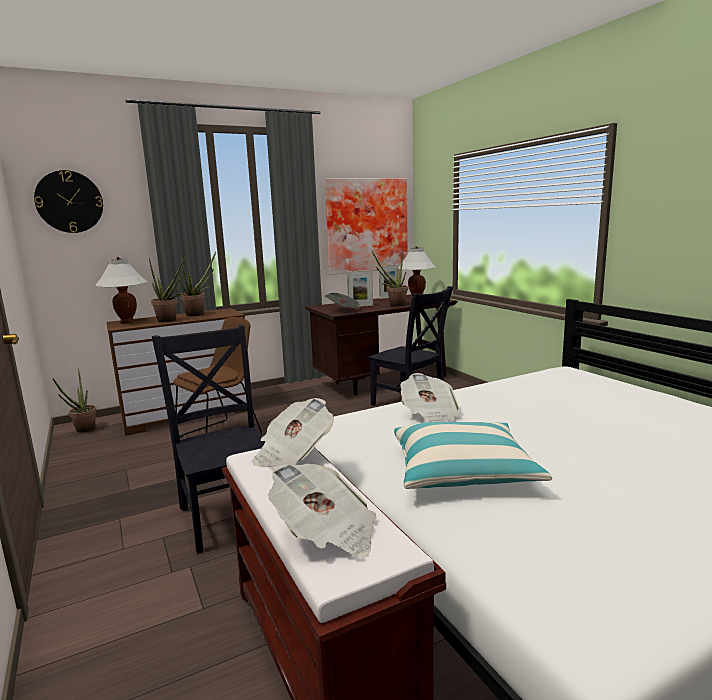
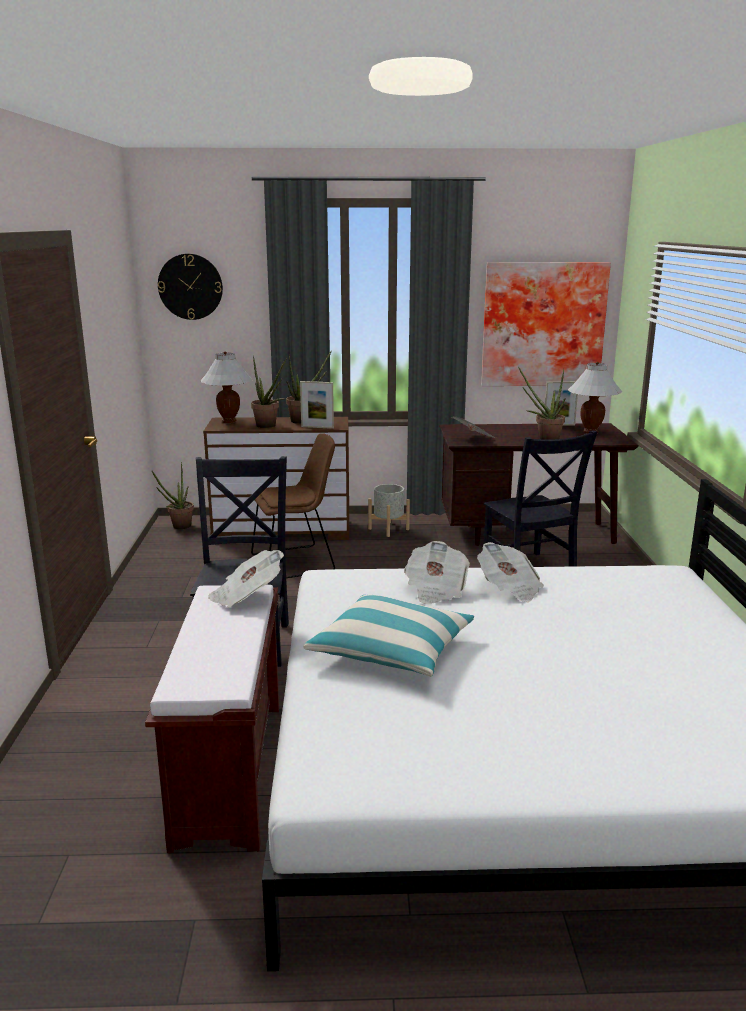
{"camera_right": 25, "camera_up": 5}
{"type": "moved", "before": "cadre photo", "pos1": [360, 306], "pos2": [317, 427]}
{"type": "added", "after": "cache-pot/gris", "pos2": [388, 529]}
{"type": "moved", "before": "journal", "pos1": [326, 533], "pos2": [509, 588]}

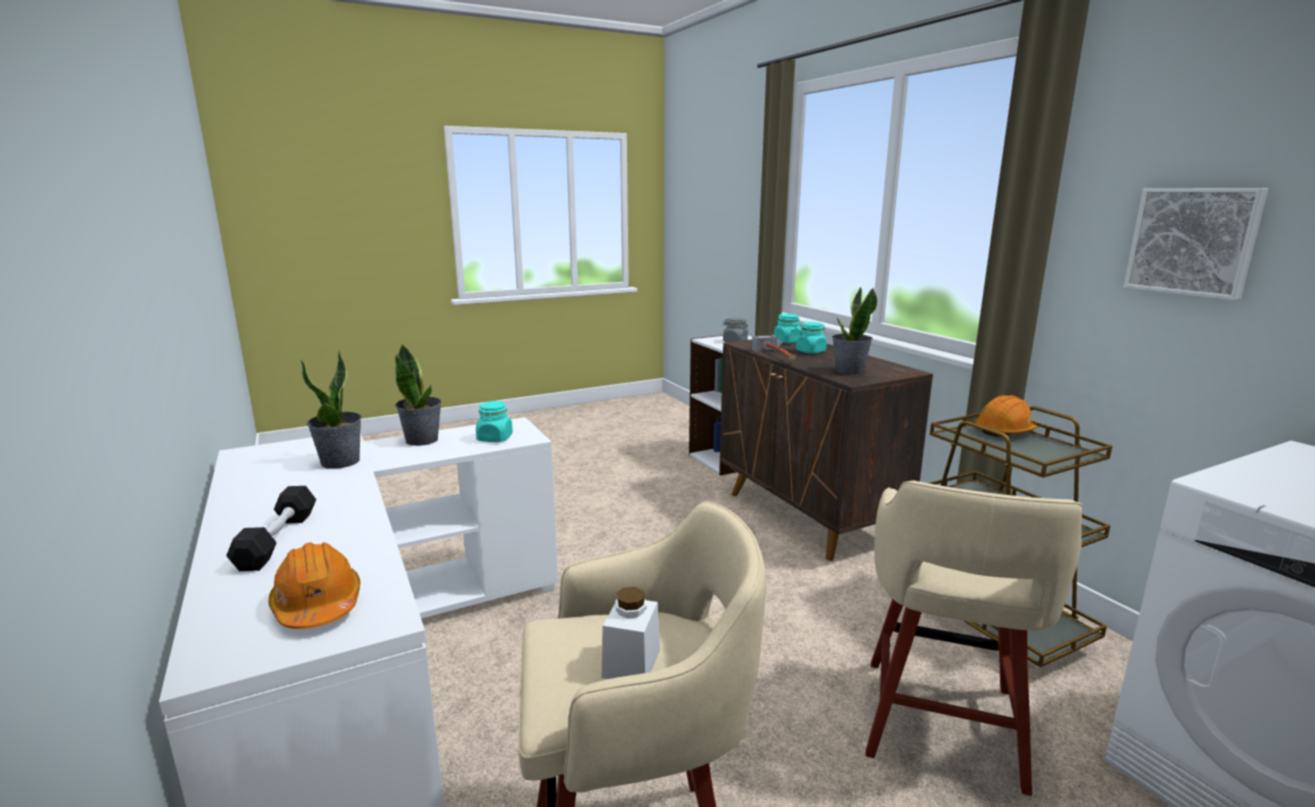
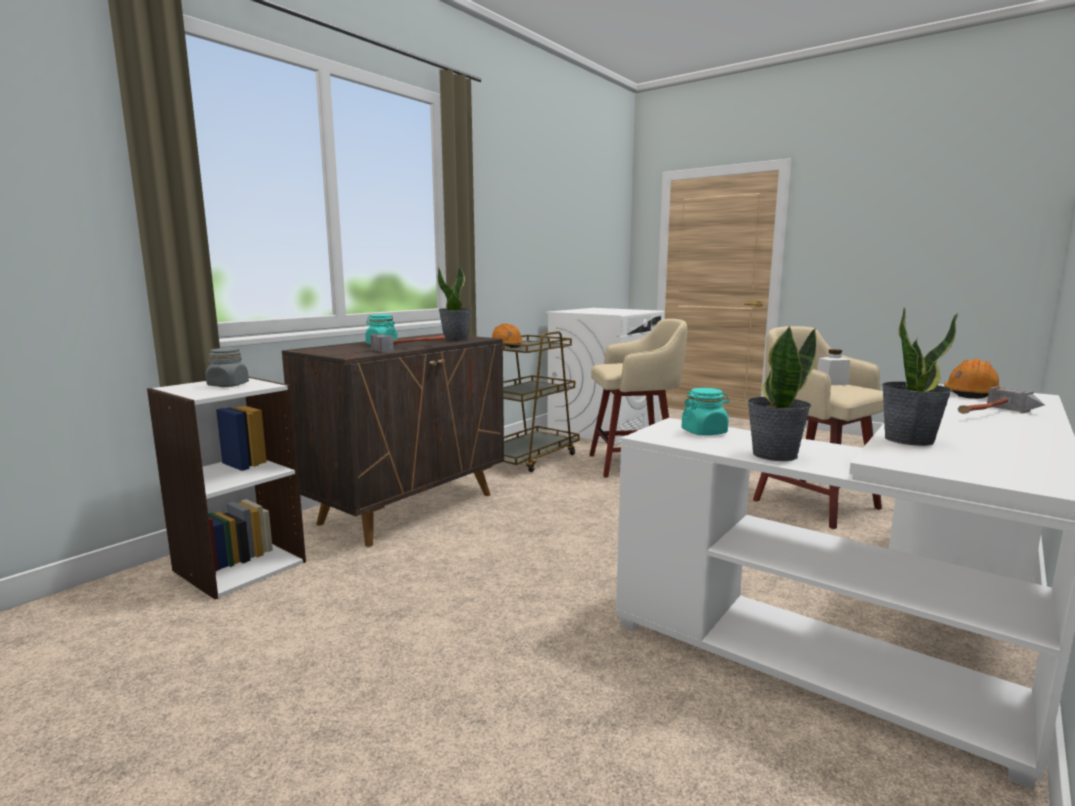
{"camera_right": -115, "camera_up": -5}
{"type": "replaced", "before": "haltère/noir", "after": "marteau", "pos1": [278, 540], "pos2": [995, 415]}
{"type": "removed", "before": "bocal/turquoise", "pos1": [787, 341]}
{"type": "removed", "before": "tableau", "pos1": [1193, 241]}

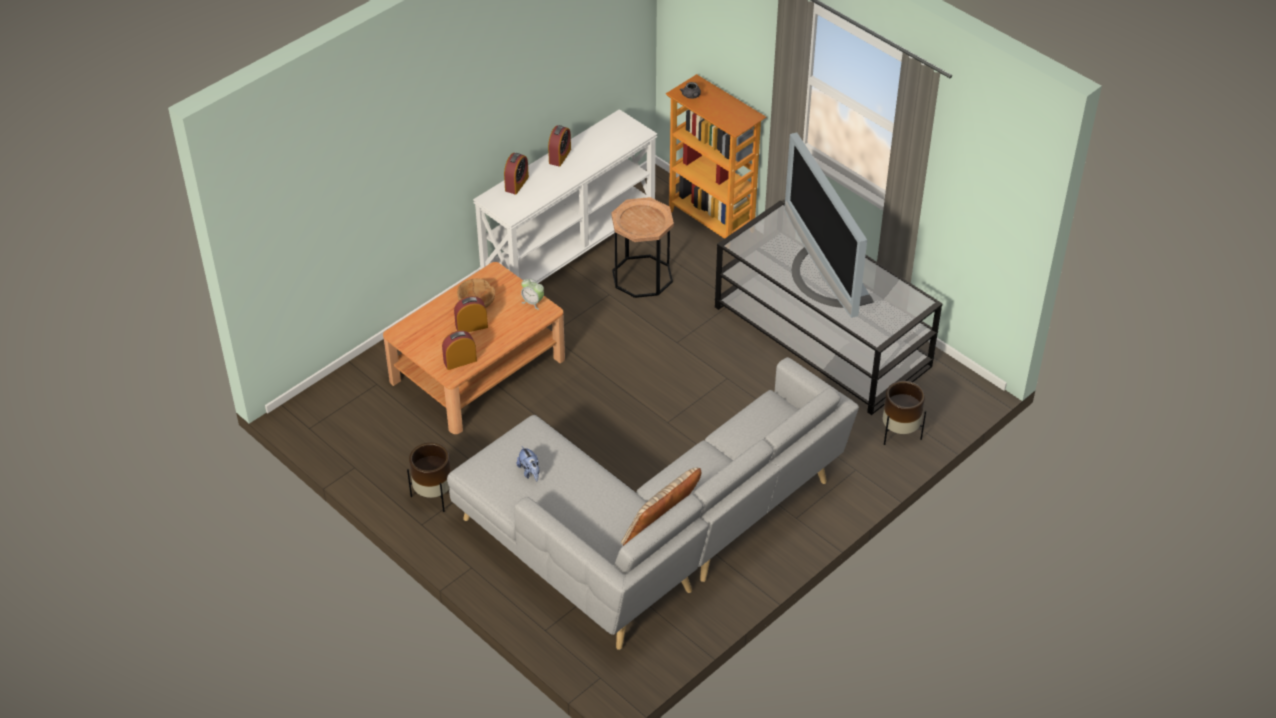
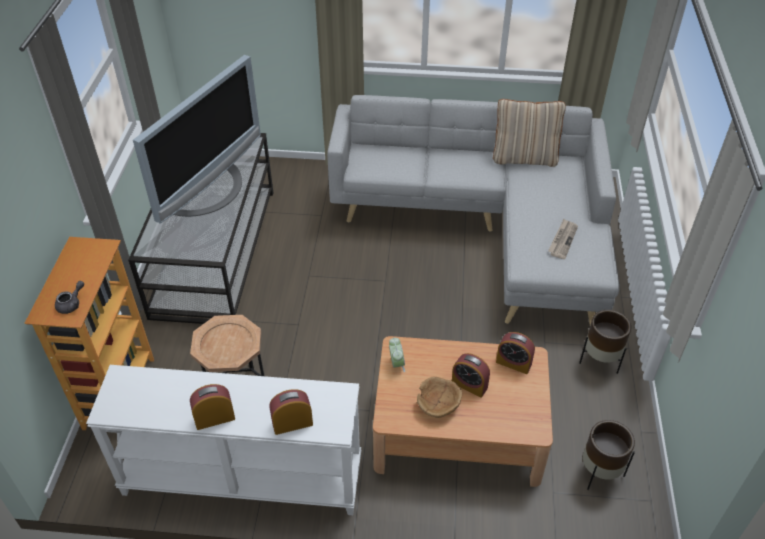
{"camera_right": -130, "camera_up": 0}
{"type": "replaced", "before": "peluche", "after": "journal", "pos1": [530, 472], "pos2": [562, 240]}
{"type": "moved", "before": "cache-pot/marron", "pos1": [899, 433], "pos2": [599, 472]}

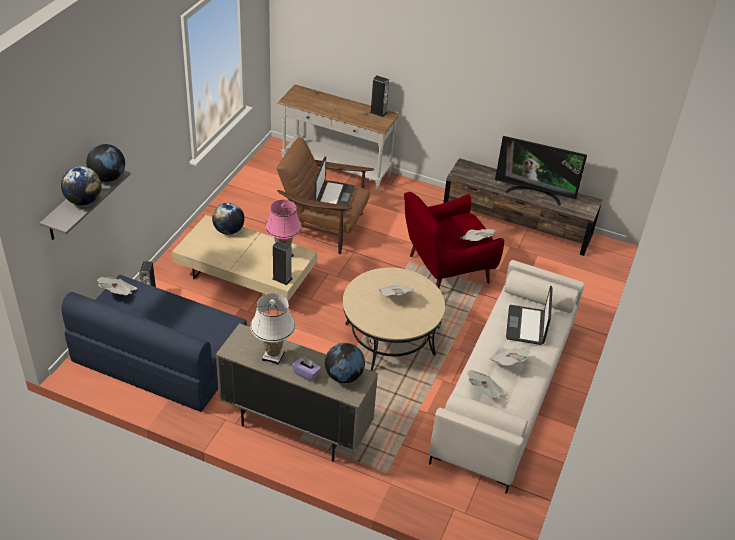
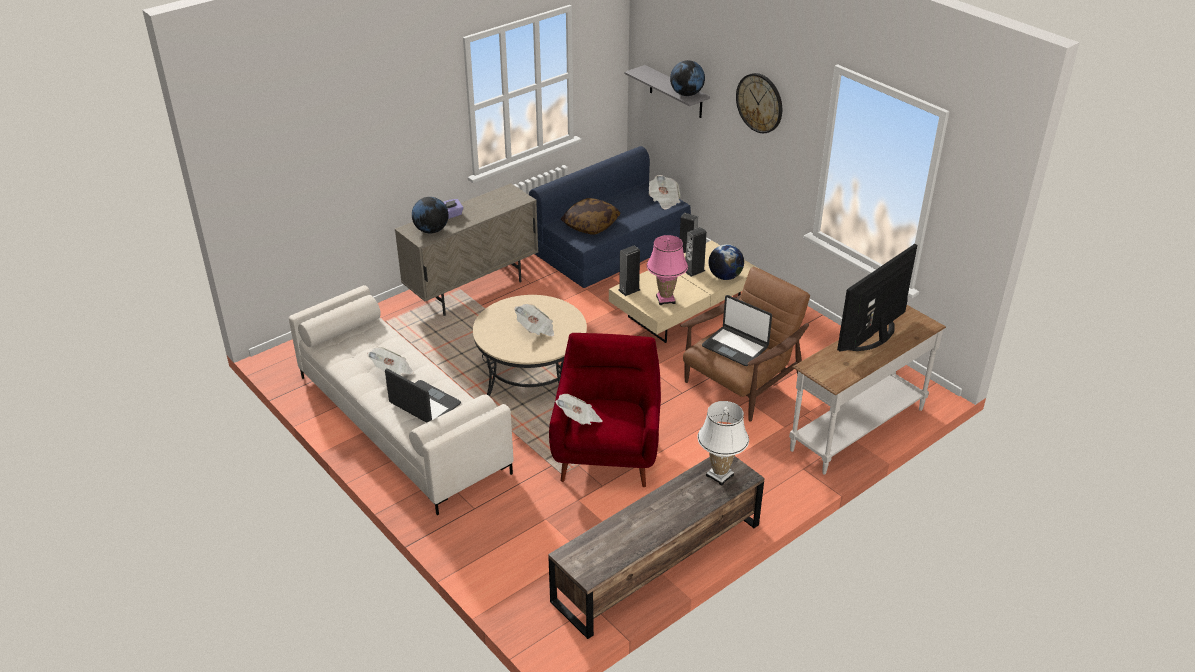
{"camera_right": 120, "camera_up": -5}
{"type": "added", "after": "coussin", "pos2": [590, 224]}
{"type": "moved", "before": "enceinte", "pos1": [378, 112], "pos2": [694, 271]}
{"type": "moved", "before": "lampe de table/blanc", "pos1": [273, 356], "pos2": [720, 475]}
{"type": "added", "after": "horloge murale", "pos2": [759, 103]}
{"type": "moved", "before": "téléviseur", "pos1": [534, 193], "pos2": [875, 337]}
{"type": "removed", "before": "globe", "pos1": [84, 201]}
{"type": "removed", "before": "journal", "pos1": [484, 391]}

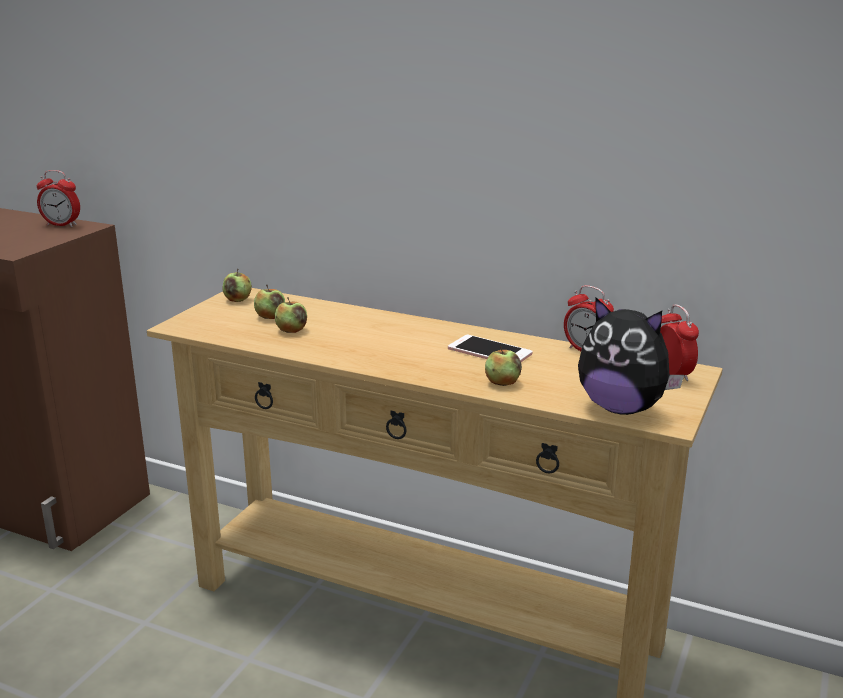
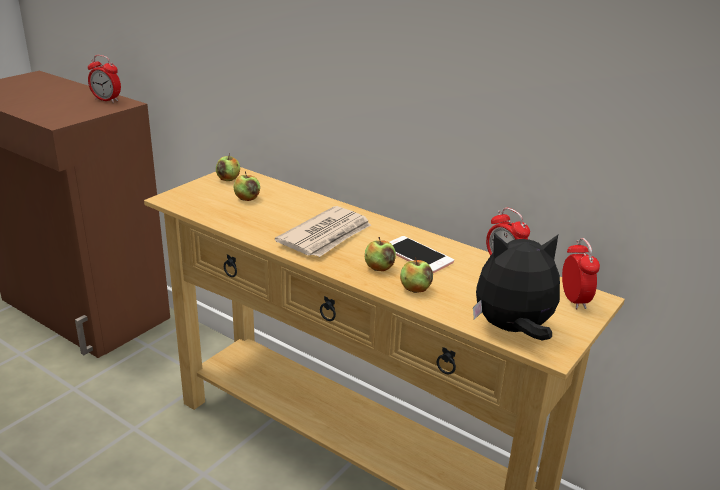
{"camera_right": 10, "camera_up": 5}
{"type": "added", "after": "journal", "pos2": [327, 236]}
{"type": "moved", "before": "pomme", "pos1": [291, 330], "pos2": [379, 267]}
{"type": "turned", "before": "peluche", "pos1": [622, 408], "pos2": [513, 330], "turn": 135}

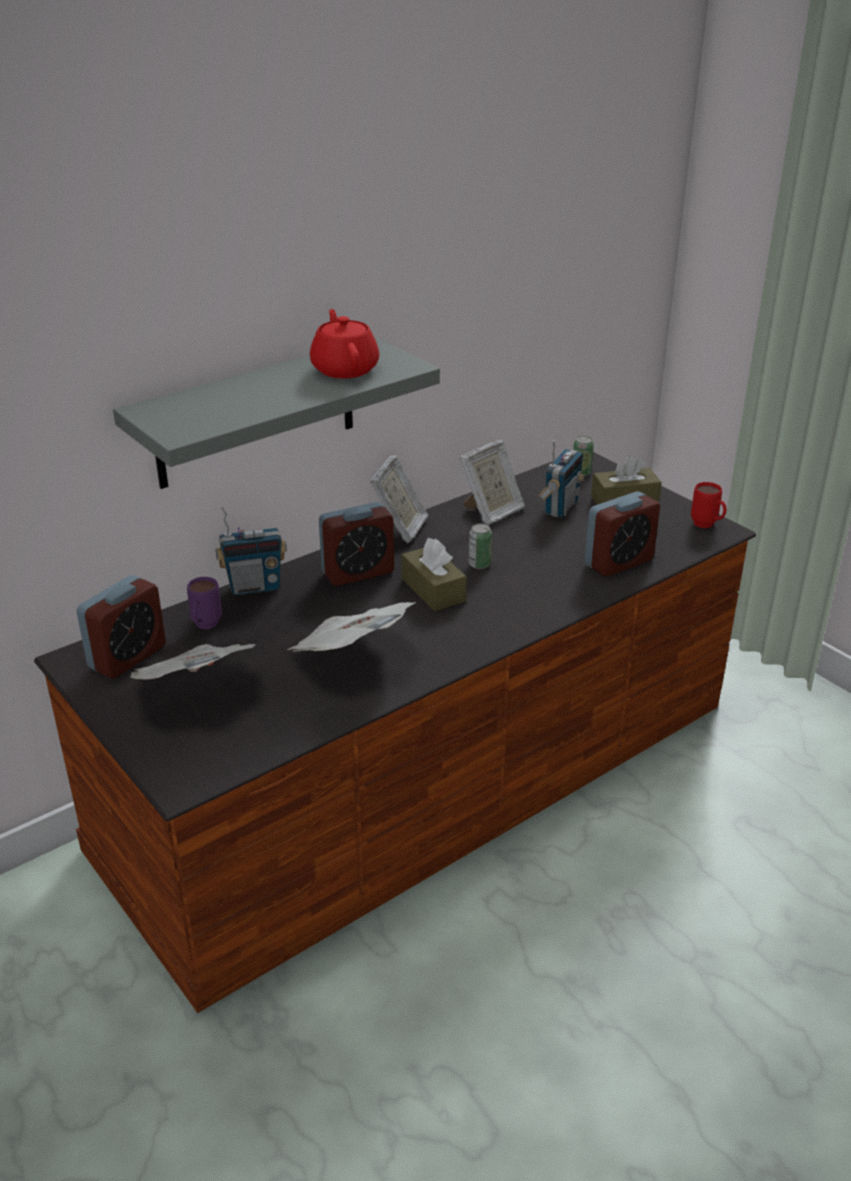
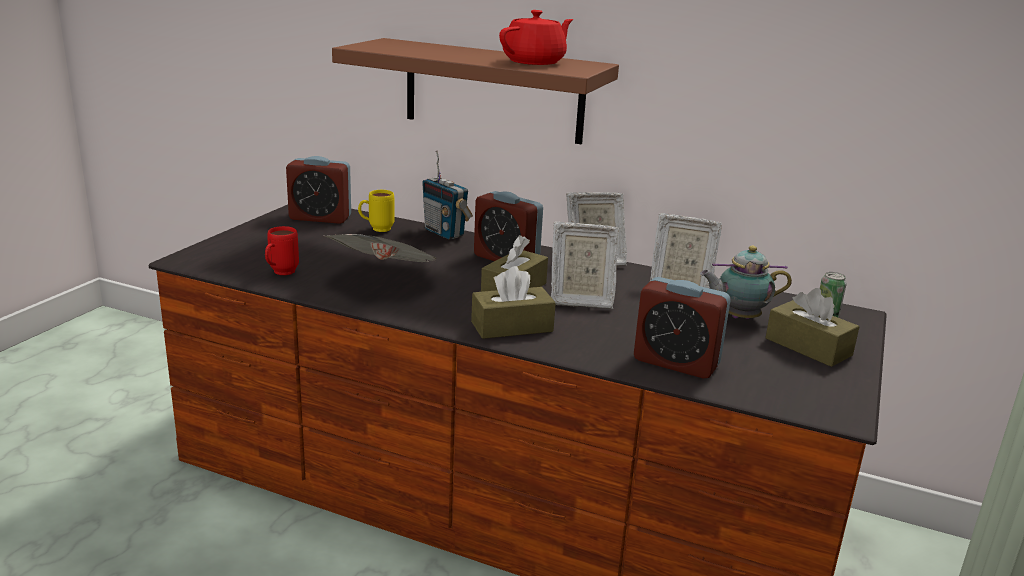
{"camera_right": 60, "camera_up": -10}
{"type": "moved", "before": "mug/rouge", "pos1": [707, 526], "pos2": [280, 273]}
{"type": "recoloured", "before": "étagère/gris", "after": "étagère/marron", "pos1": [256, 413], "pos2": [493, 91]}
{"type": "recoloured", "before": "mug/violet", "after": "mug/jaune", "pos1": [204, 627], "pos2": [376, 229]}
{"type": "added", "after": "boîte à mouchoirs/marron", "pos2": [512, 326]}
{"type": "replaced", "before": "boîte métallique", "after": "cadre photo", "pos1": [479, 564], "pos2": [580, 300]}
{"type": "replaced", "before": "radio", "after": "théière", "pos1": [560, 508], "pos2": [737, 317]}
{"type": "removed", "before": "journal", "pos1": [196, 687]}

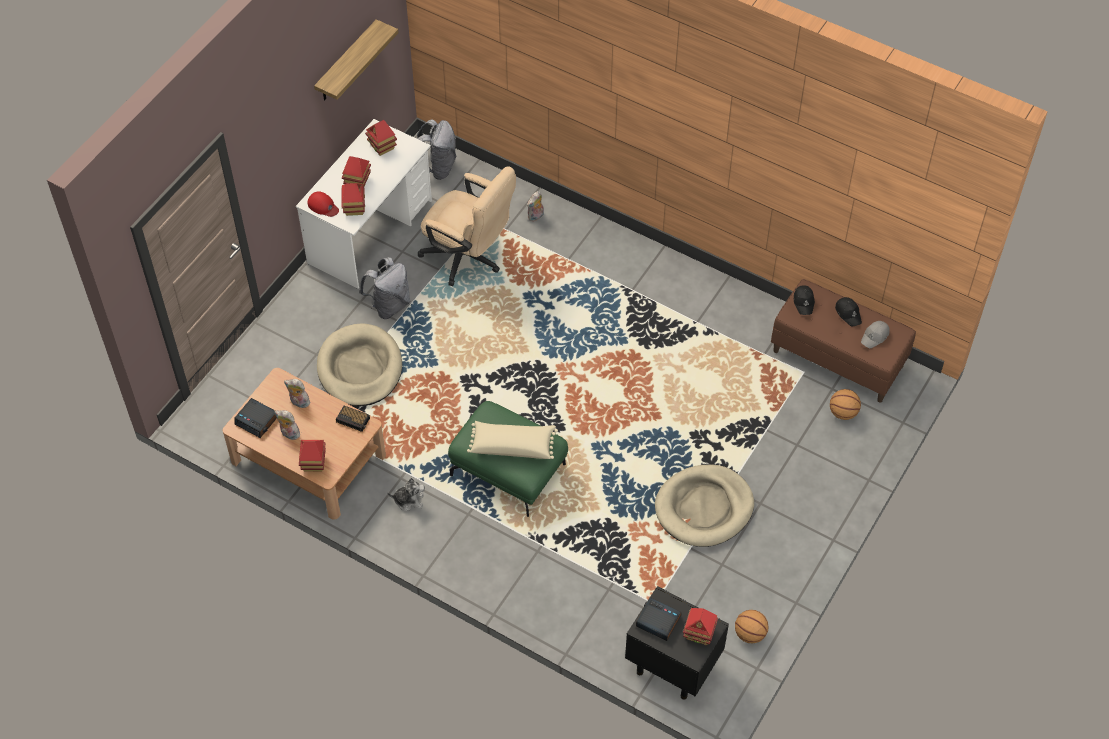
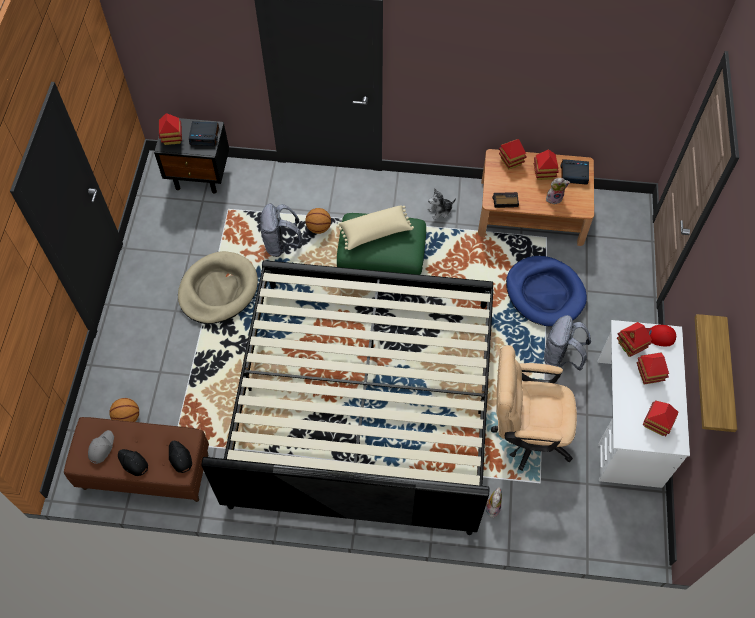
{"camera_right": 155, "camera_up": 5}
{"type": "added", "after": "lit", "pos2": [363, 401]}
{"type": "moved", "before": "sac à dos/gris", "pos1": [437, 167], "pos2": [281, 244]}
{"type": "moved", "before": "ballon de basket", "pos1": [749, 634], "pos2": [319, 228]}
{"type": "recoloured", "before": "panier pour chien/beige", "after": "panier pour chien/bleu", "pos1": [360, 368], "pos2": [545, 293]}
{"type": "replaced", "before": "peluche", "after": "maison miniature", "pos1": [289, 434], "pos2": [543, 174]}

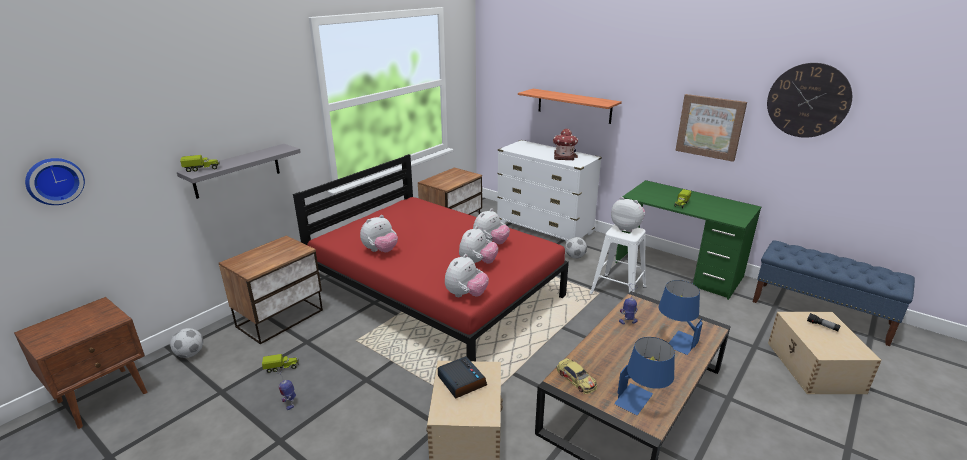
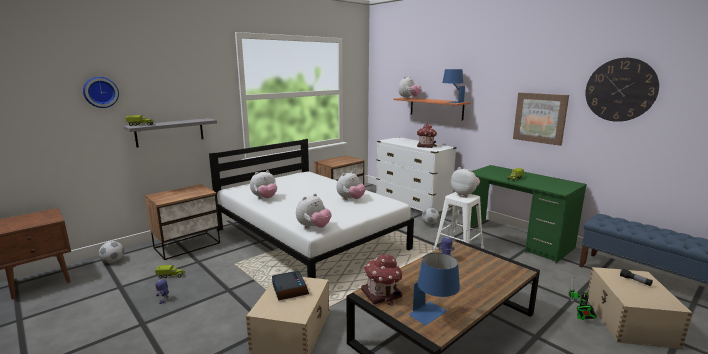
{"camera_right": 10, "camera_up": -10}
{"type": "moved", "before": "horloge murale", "pos1": [54, 180], "pos2": [100, 92]}
{"type": "recoloured", "before": "lit/rouge", "after": "lit/blanc", "pos1": [436, 292], "pos2": [309, 239]}
{"type": "replaced", "before": "petite voiture", "after": "maison miniature", "pos1": [576, 379], "pos2": [382, 294]}
{"type": "moved", "before": "peluche", "pos1": [477, 263], "pos2": [408, 98]}
{"type": "moved", "before": "lampe de table/bleu", "pos1": [675, 339], "pos2": [452, 101]}
{"type": "added", "after": "robot jouet", "pos2": [580, 317]}

